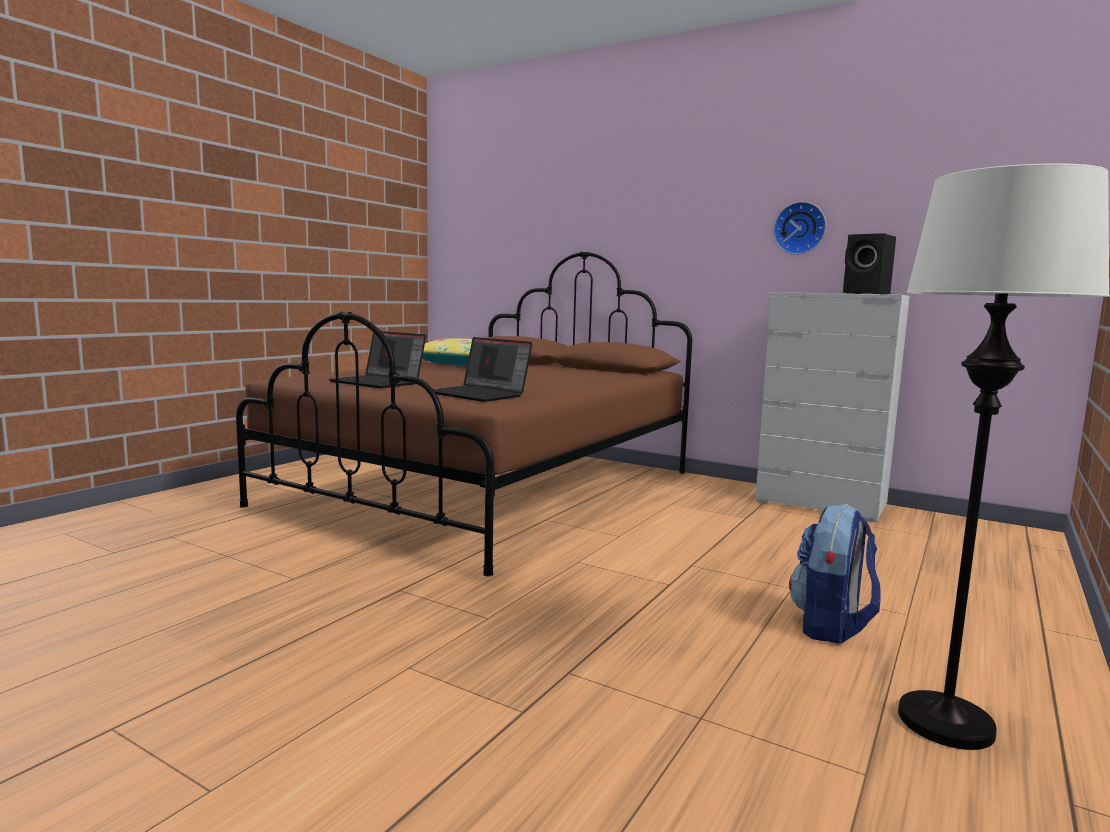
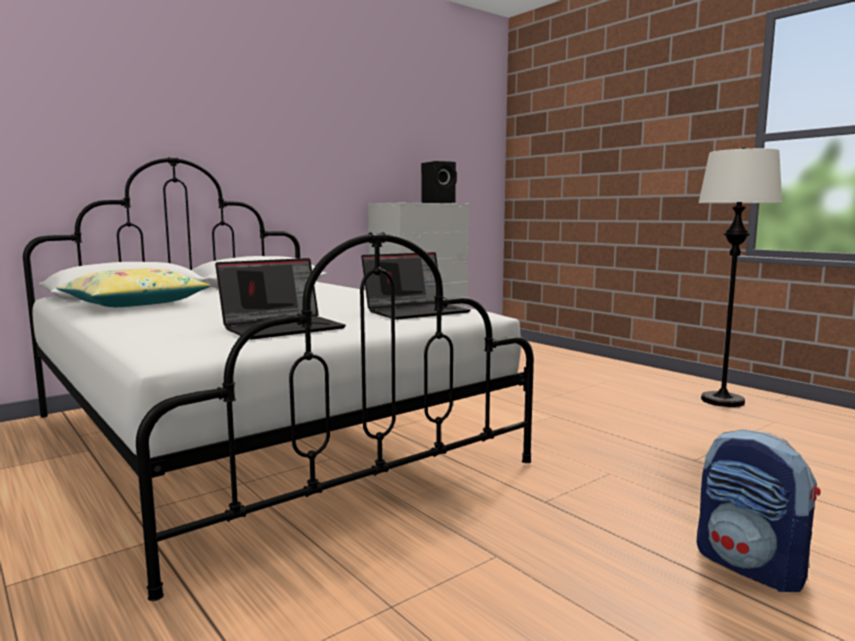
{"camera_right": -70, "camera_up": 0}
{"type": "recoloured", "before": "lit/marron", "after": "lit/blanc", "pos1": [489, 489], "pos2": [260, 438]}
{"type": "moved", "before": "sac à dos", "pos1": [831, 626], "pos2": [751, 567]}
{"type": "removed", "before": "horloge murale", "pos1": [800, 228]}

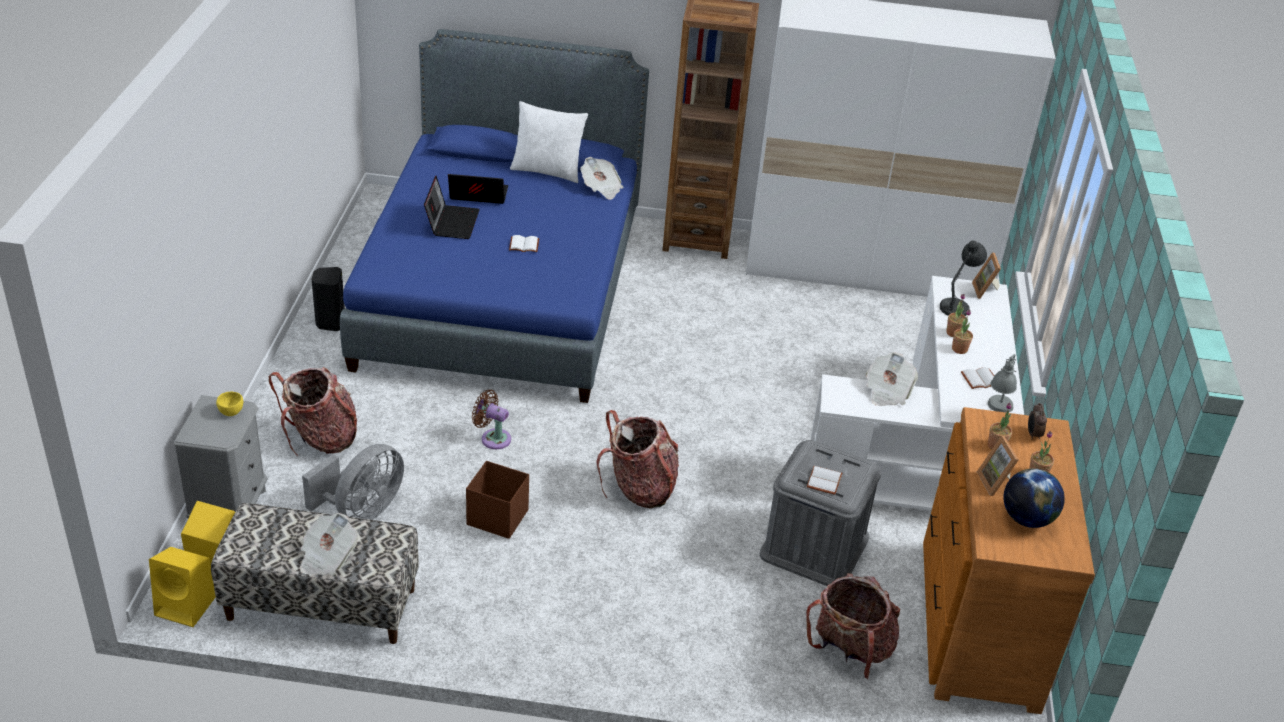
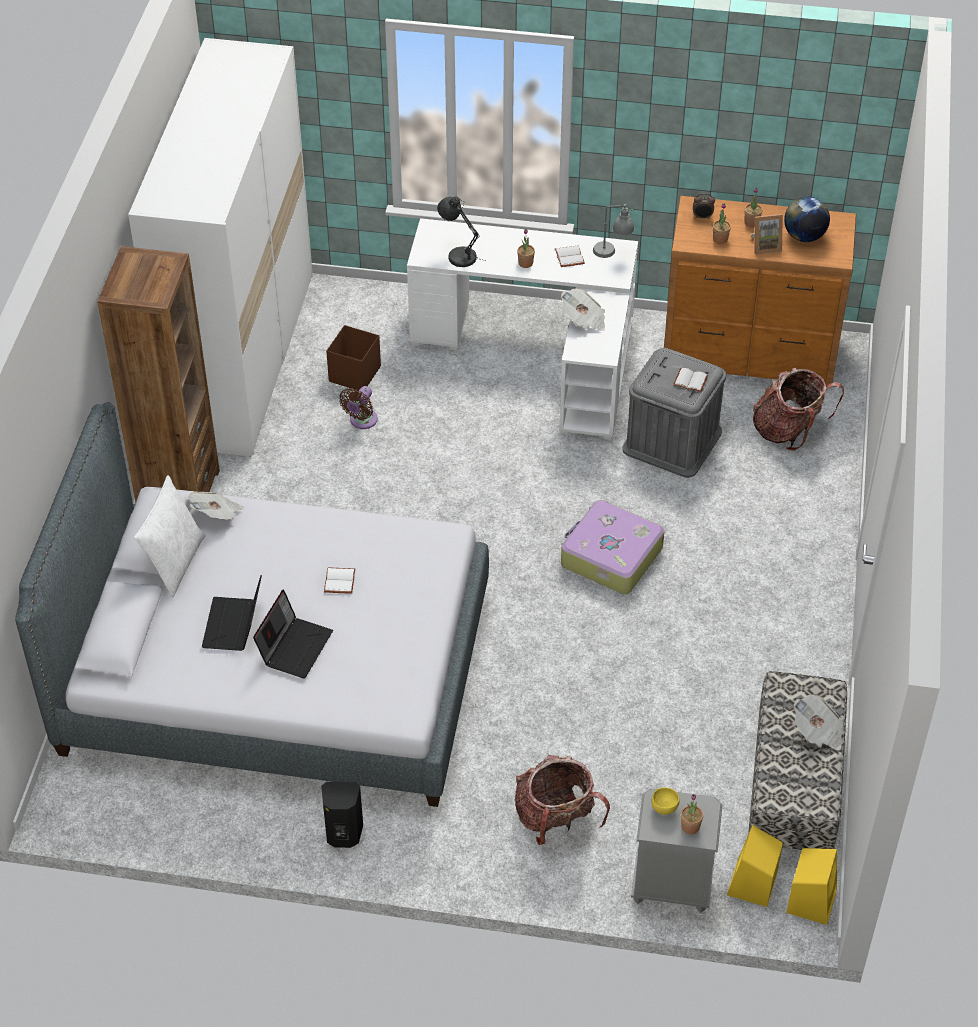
{"camera_right": -85, "camera_up": 10}
{"type": "recoloured", "before": "lit/bleu", "after": "lit/gris", "pos1": [501, 289], "pos2": [275, 672]}
{"type": "turned", "before": "ordinateur portable", "pos1": [452, 222], "pos2": [295, 646], "turn": 105}
{"type": "moved", "before": "boîte de rangement/marron", "pos1": [497, 517], "pos2": [354, 374]}
{"type": "moved", "before": "ventilateur/marron", "pos1": [493, 438], "pos2": [362, 421]}
{"type": "replaced", "before": "sac à dos", "after": "valise", "pos1": [639, 489], "pos2": [610, 556]}
{"type": "moved", "before": "plante en pot", "pos1": [954, 333], "pos2": [690, 826]}
{"type": "removed", "before": "ventilateur/gris", "pos1": [361, 511]}
{"type": "removed", "before": "cadre photo", "pos1": [985, 291]}

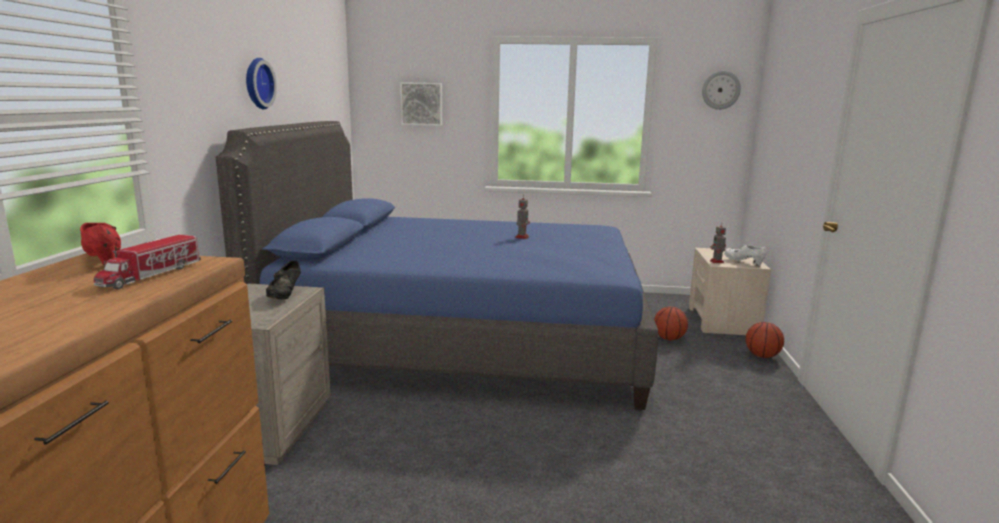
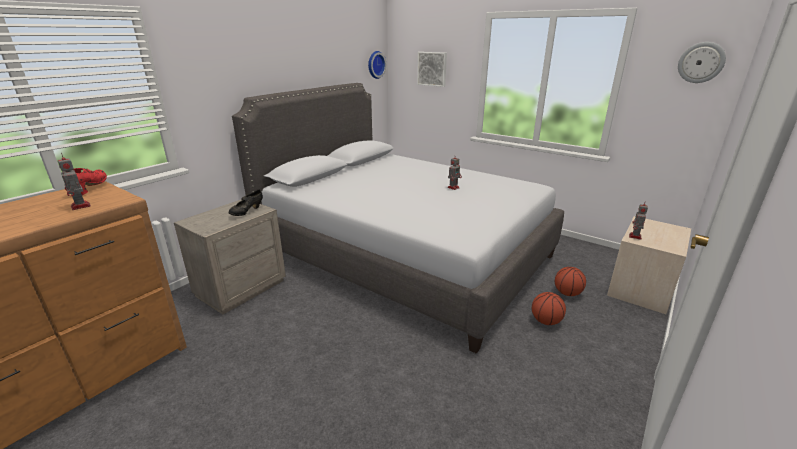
{"camera_right": 30, "camera_up": 10}
{"type": "replaced", "before": "camion jouet", "after": "robot jouet", "pos1": [151, 275], "pos2": [81, 206]}
{"type": "recoloured", "before": "lit/bleu", "after": "lit/gris", "pos1": [462, 341], "pos2": [404, 255]}
{"type": "moved", "before": "horloge murale", "pos1": [257, 83], "pos2": [375, 64]}
{"type": "moved", "before": "ballon de basket", "pos1": [762, 356], "pos2": [545, 321]}
{"type": "removed", "before": "chaussure/blanc", "pos1": [744, 262]}

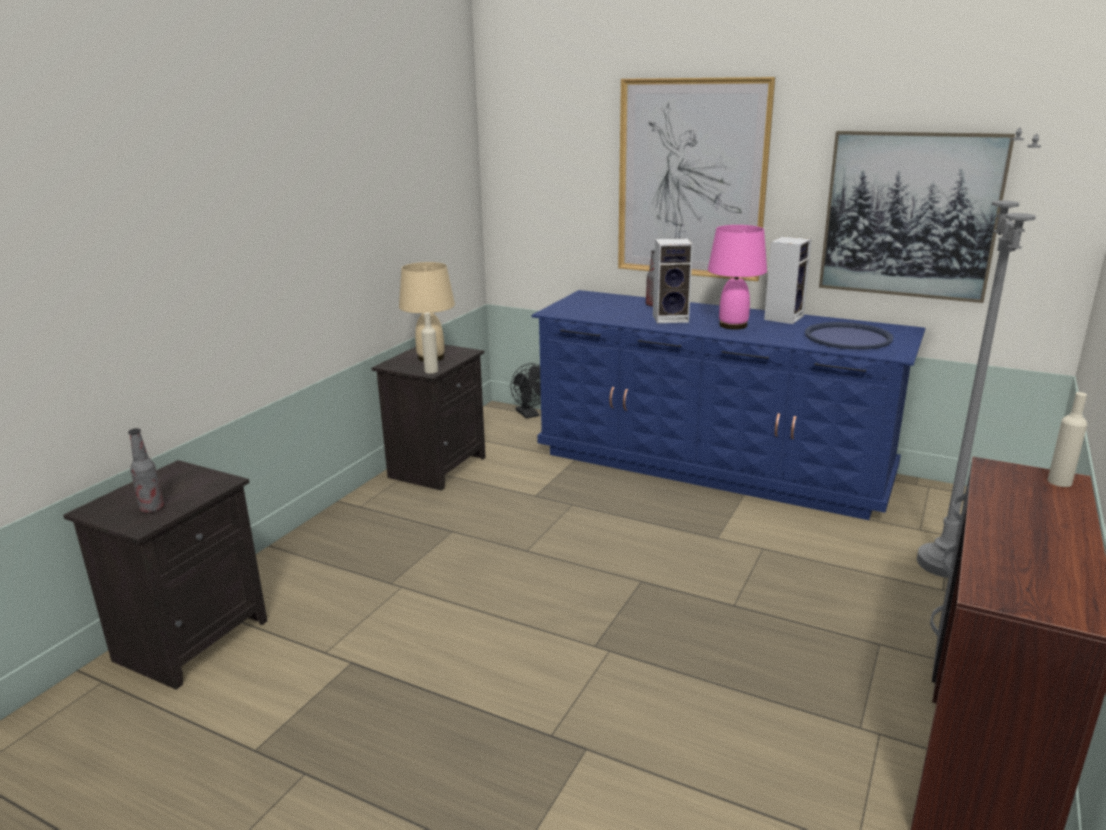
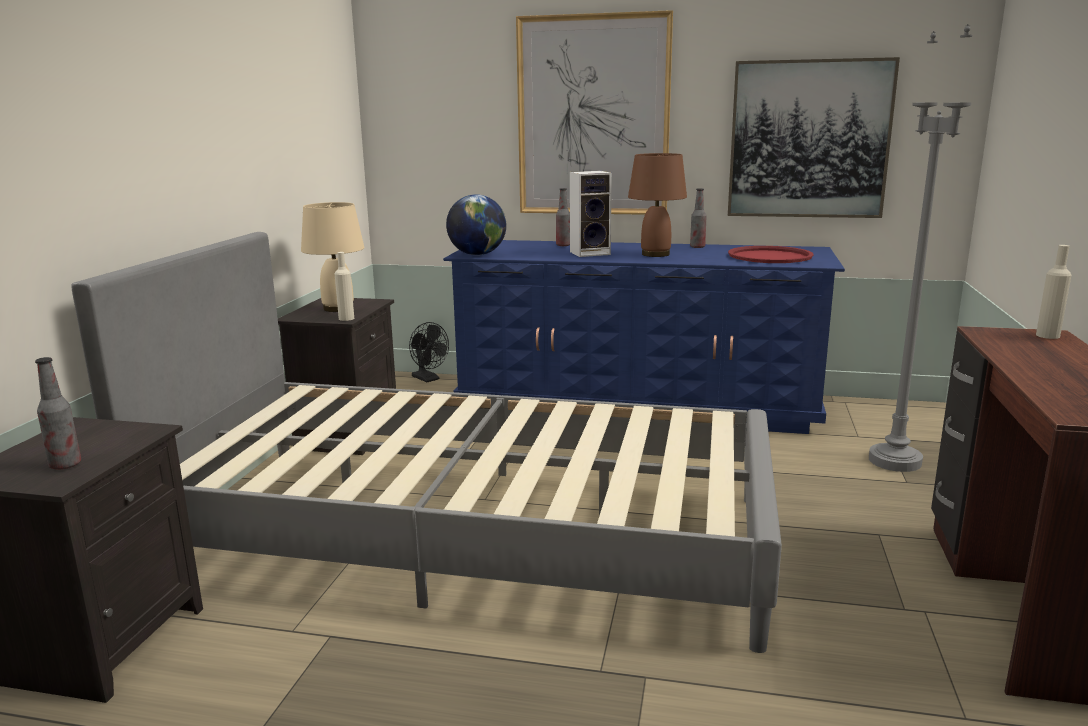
{"camera_right": -15, "camera_up": -5}
{"type": "added", "after": "lit/gris", "pos2": [469, 535]}
{"type": "added", "after": "globe", "pos2": [477, 254]}
{"type": "recoloured", "before": "lampe de table/rose", "after": "lampe de table/marron", "pos1": [733, 325], "pos2": [656, 254]}
{"type": "replaced", "before": "enceinte", "after": "bouteille", "pos1": [783, 317], "pos2": [697, 247]}
{"type": "recoloured", "before": "plateau/bleu", "after": "plateau/rouge", "pos1": [848, 337], "pos2": [770, 256]}

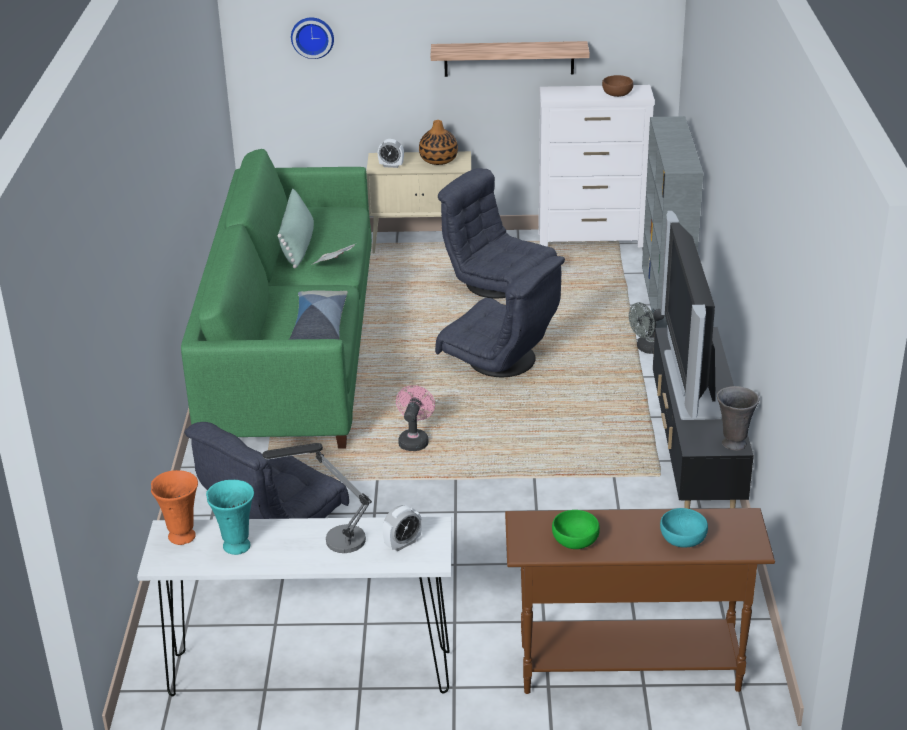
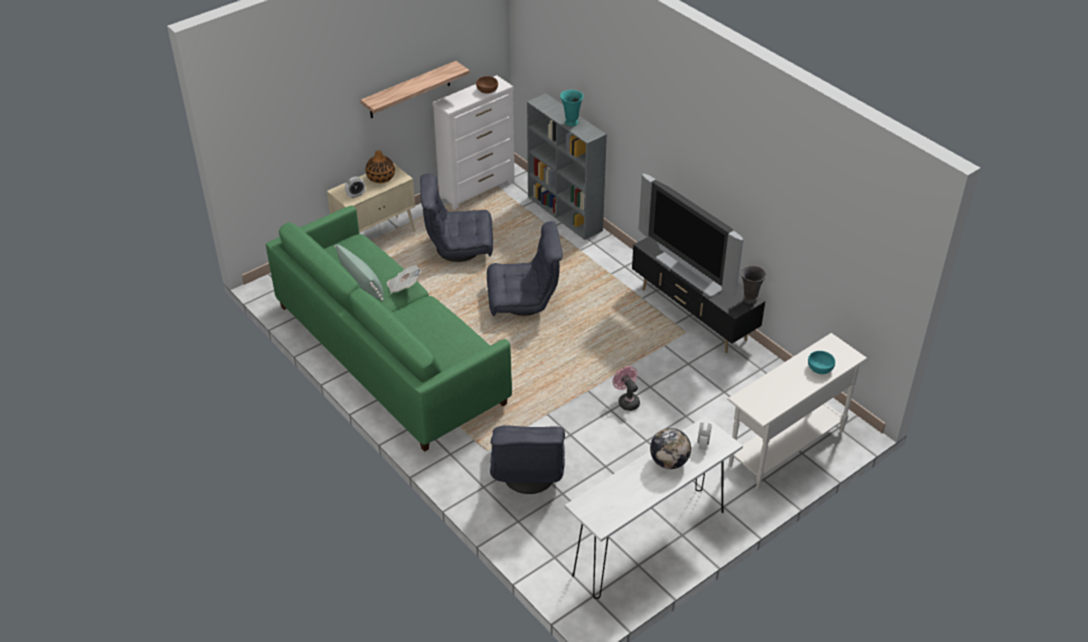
{"camera_right": -40, "camera_up": 10}
{"type": "moved", "before": "vase/turquoise", "pos1": [236, 545], "pos2": [571, 122]}
{"type": "moved", "before": "ventilateur/rose", "pos1": [414, 440], "pos2": [627, 401]}
{"type": "replaced", "before": "lampe de table", "after": "globe", "pos1": [333, 541], "pos2": [669, 462]}
{"type": "recoloured", "before": "table console/marron", "after": "table console/blanc", "pos1": [628, 667], "pos2": [785, 448]}
{"type": "removed", "before": "vase/orange", "pos1": [181, 536]}
{"type": "removed", "before": "coussin", "pos1": [319, 326]}
{"type": "removed", "before": "horloge murale", "pos1": [312, 36]}
{"type": "removed", "before": "bol/vert", "pos1": [574, 540]}
{"type": "removed", "before": "ventilateur/gris", "pos1": [646, 348]}

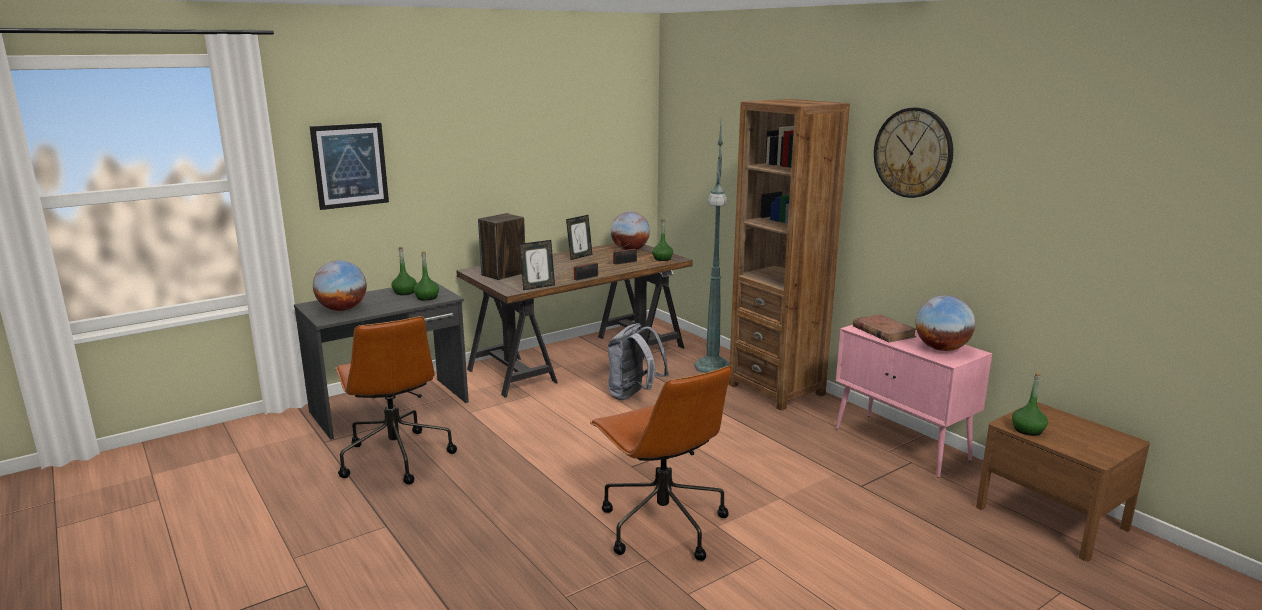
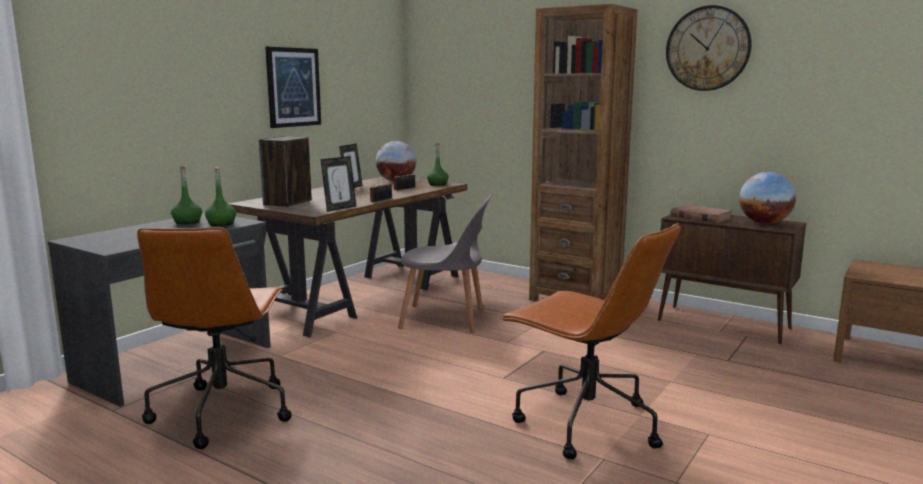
{"camera_right": -20, "camera_up": -5}
{"type": "turned", "before": "chaise de bureau/marron", "pos1": [395, 457], "pos2": [223, 411], "turn": 45}
{"type": "moved", "before": "tableau", "pos1": [350, 165], "pos2": [293, 87]}
{"type": "replaced", "before": "sac à dos/gris", "after": "chaise/gris", "pos1": [634, 395], "pos2": [446, 319]}
{"type": "recoloured", "before": "meuble de rangement/rose", "after": "meuble de rangement/marron", "pos1": [902, 444], "pos2": [724, 324]}
{"type": "removed", "before": "globe", "pos1": [342, 309]}
{"type": "removed", "before": "lampadaire/vert", "pos1": [712, 367]}
{"type": "removed", "before": "bouteille/vert", "pos1": [1027, 430]}

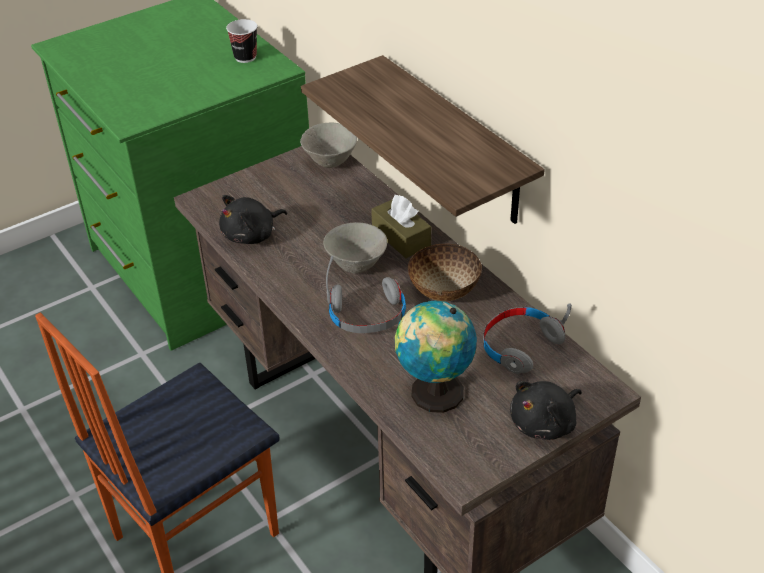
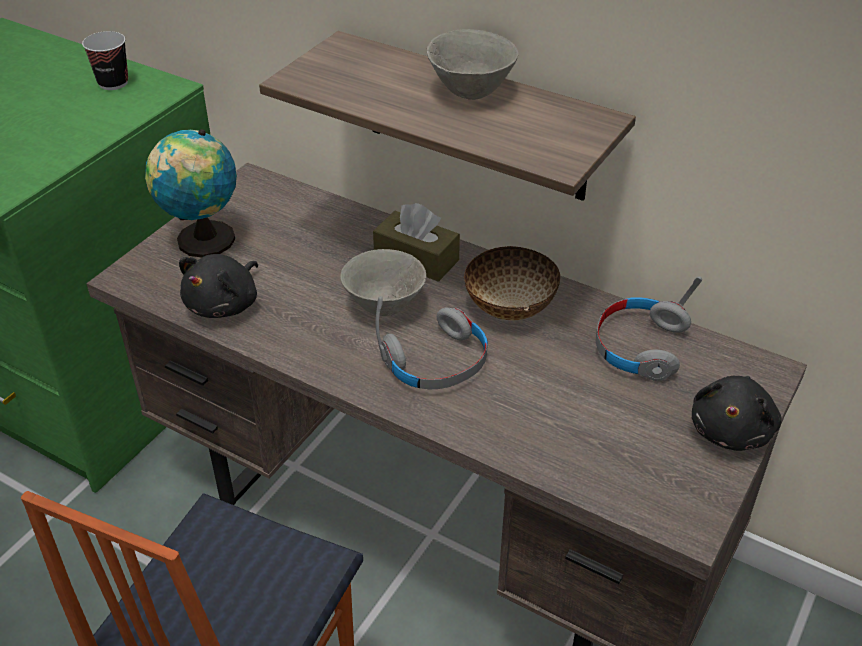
{"camera_right": -25, "camera_up": 0}
{"type": "moved", "before": "globe", "pos1": [433, 393], "pos2": [202, 241]}
{"type": "moved", "before": "bol/gris", "pos1": [330, 162], "pos2": [471, 92]}

